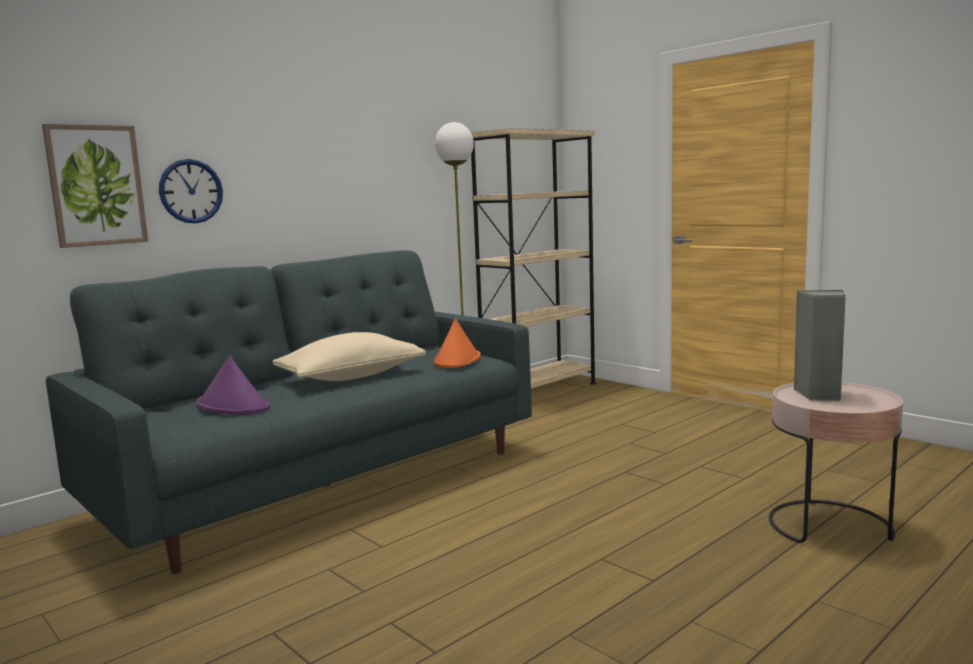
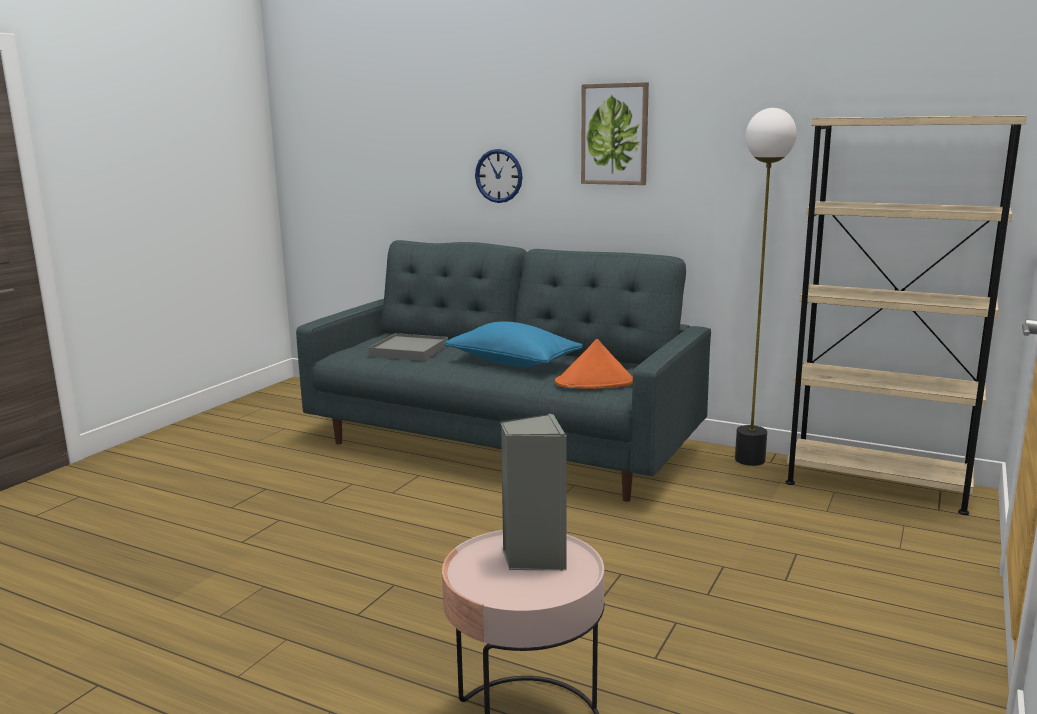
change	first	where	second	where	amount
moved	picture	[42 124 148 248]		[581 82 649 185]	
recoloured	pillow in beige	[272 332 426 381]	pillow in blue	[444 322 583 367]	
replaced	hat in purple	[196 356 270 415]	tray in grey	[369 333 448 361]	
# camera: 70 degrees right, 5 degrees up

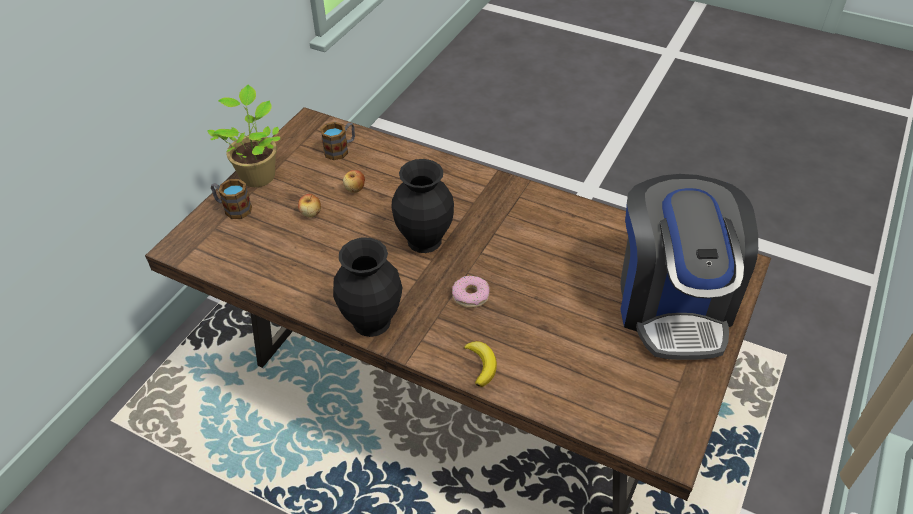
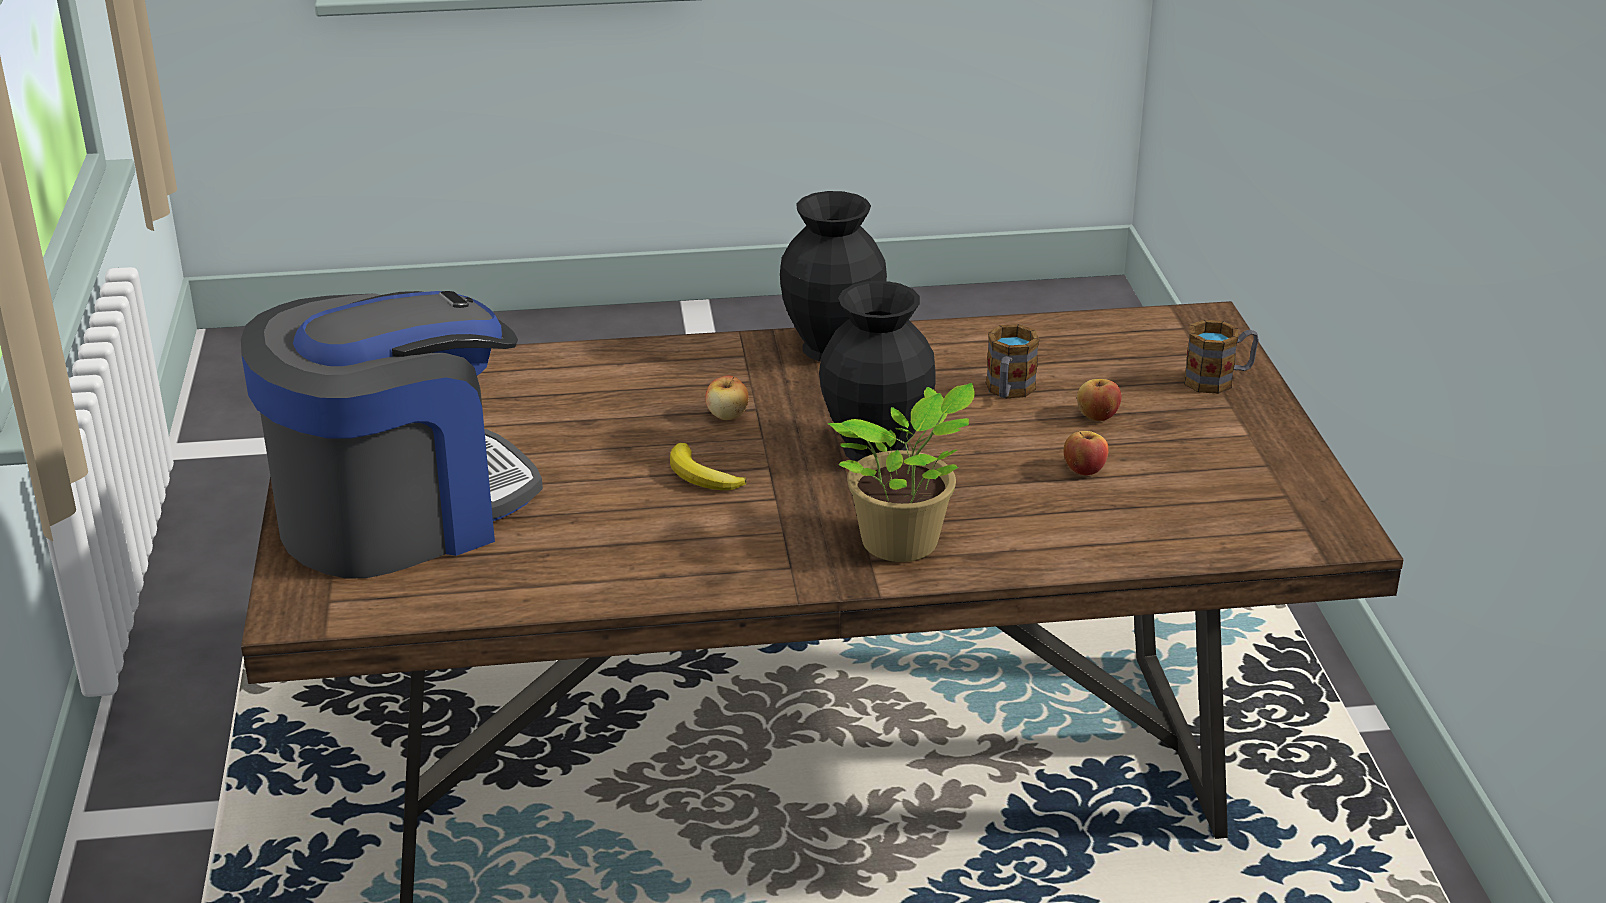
change	first	where	second	where	amount
moved	potted plant	[207 85 280 187]		[828 383 975 562]	
moved	mug	[320 122 355 160]		[986 324 1039 398]	
turned	coffee machine	[620 174 758 360]		[241 291 543 579]	90 degrees clockwise
replaced	donut	[452 276 489 308]	apple	[705 375 749 420]	
moved	banana	[464 341 497 387]		[670 443 747 490]	
# camera: 145 degrees right, 15 degrees down

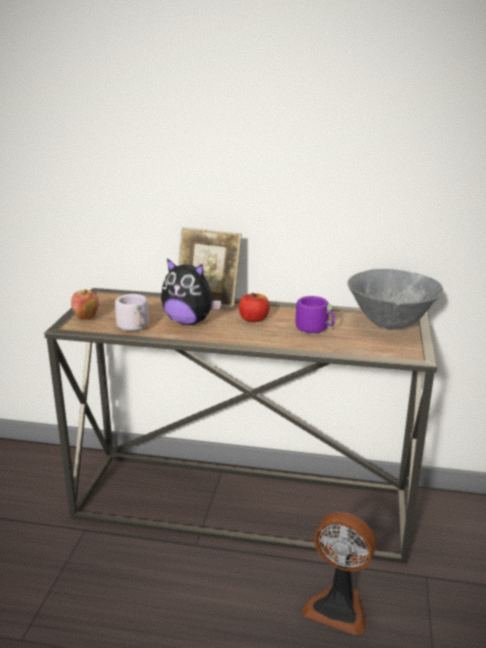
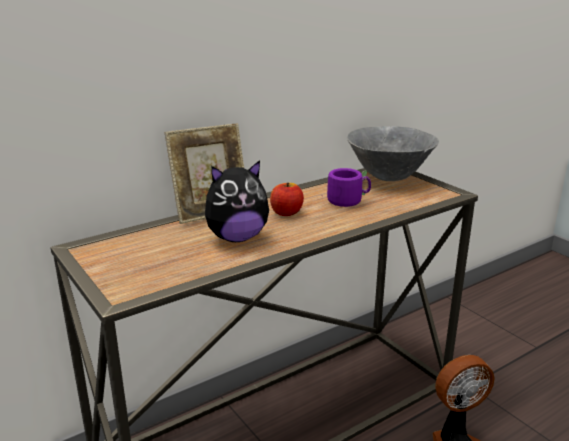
change	first	where	second	where	amount
removed	apple	[71 289 99 320]			
removed	mug in grey	[115 294 149 331]			
# camera: 45 degrees left, 0 degrees up

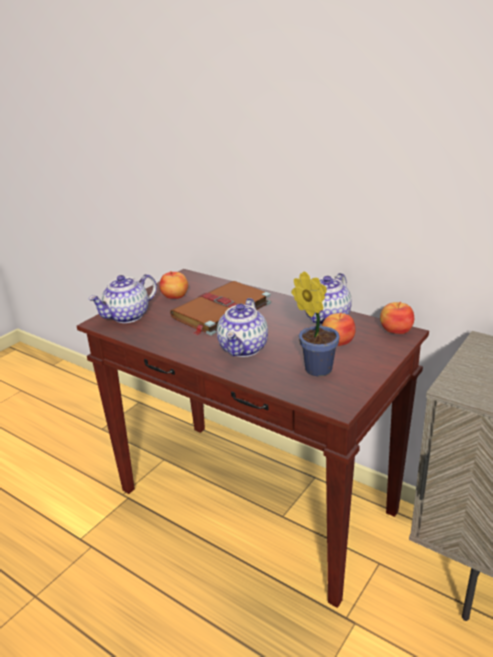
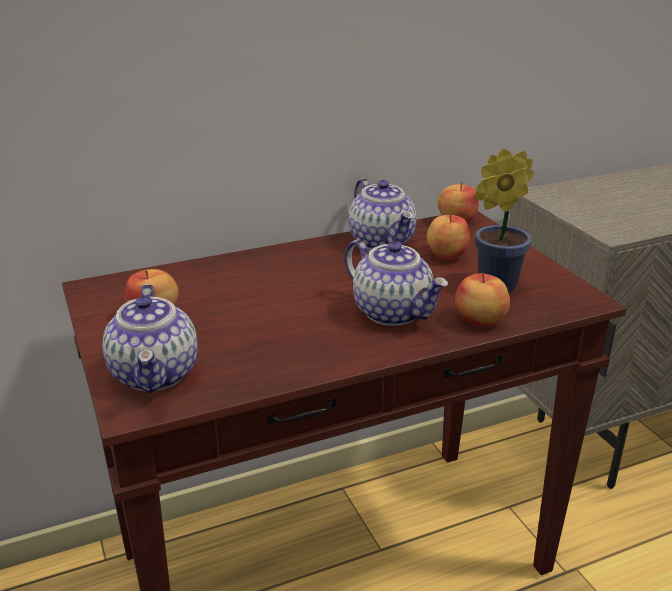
change	first	where	second	where	amount
removed	book in brown	[170 281 271 335]			
added			apple	[455 273 510 327]	
# camera: 60 degrees left, 0 degrees up

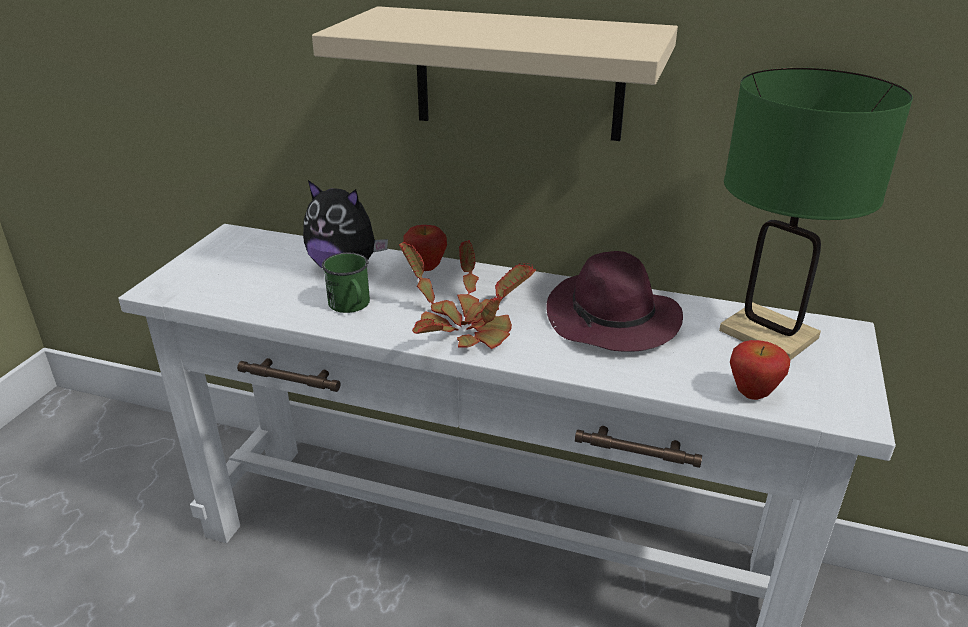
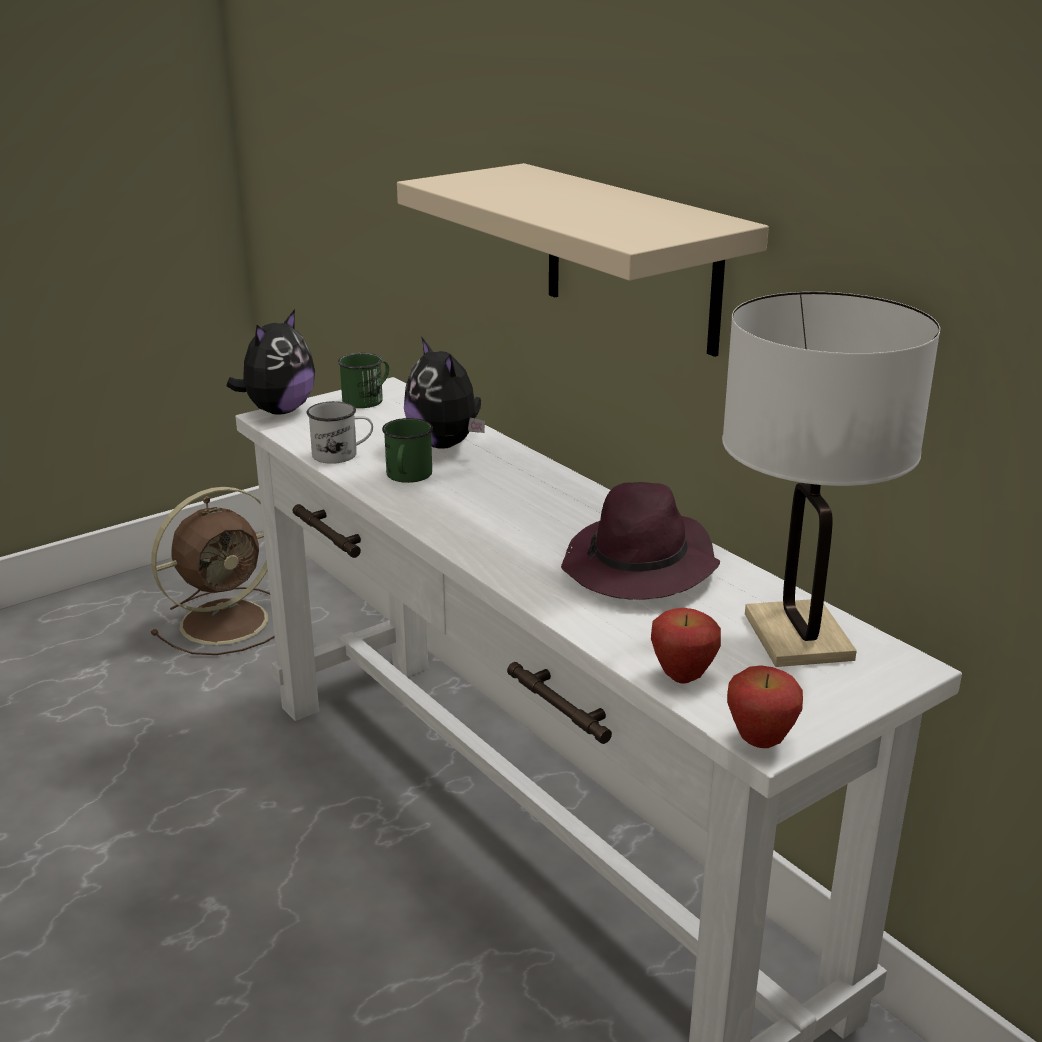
change	first	where	second	where	amount
recoloured	table lamp in green	[719 67 913 360]	table lamp in white	[722 292 940 667]	
moved	apple	[404 225 447 271]		[727 665 803 748]	
removed	potted plant	[399 240 536 349]			
added			plush toy	[226 309 315 415]	
added			mug in green	[338 353 389 408]	
added			mug in white	[307 401 373 464]	
added			fan in brown	[151 487 275 655]	
# camera: 35 degrees right, 5 degrees down

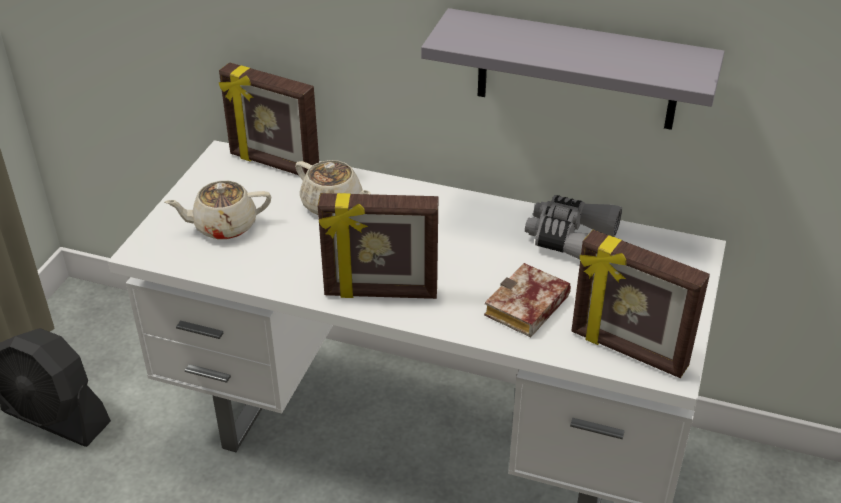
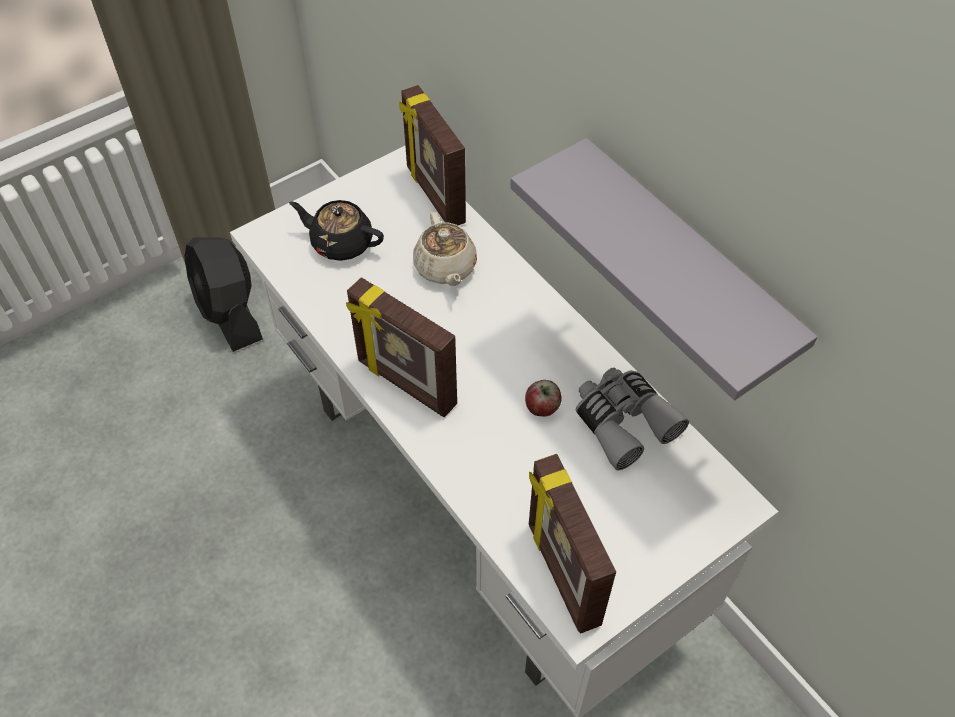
change	first	where	second	where	amount
recoloured	teapot in beige	[165 181 272 240]	teapot in black	[289 200 384 261]	
removed	book	[484 263 571 337]			
added			apple	[525 380 562 416]	
# camera: 35 degrees right, 15 degrees up

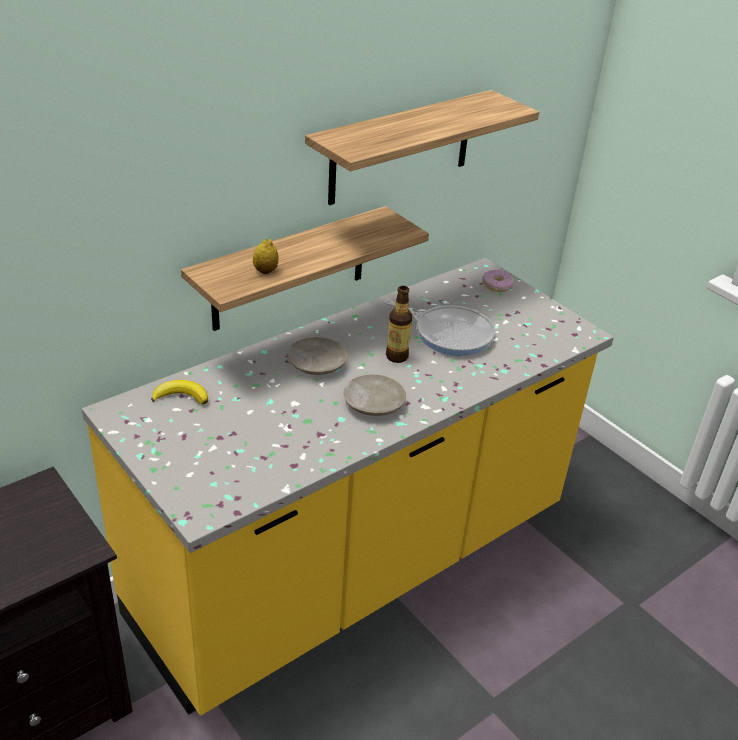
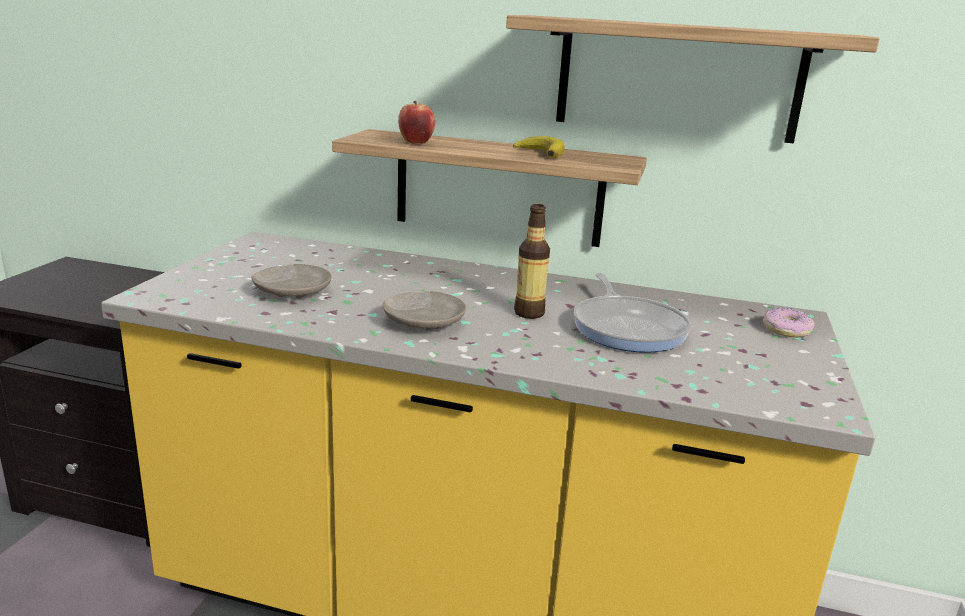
change	first	where	second	where	amount
replaced	lemon	[253 239 279 274]	apple	[398 101 435 144]	
moved	plate in beige	[287 337 348 375]		[252 264 332 298]	
moved	banana	[151 380 208 405]		[513 136 565 158]	
# camera: 55 degrees right, 15 degrees down

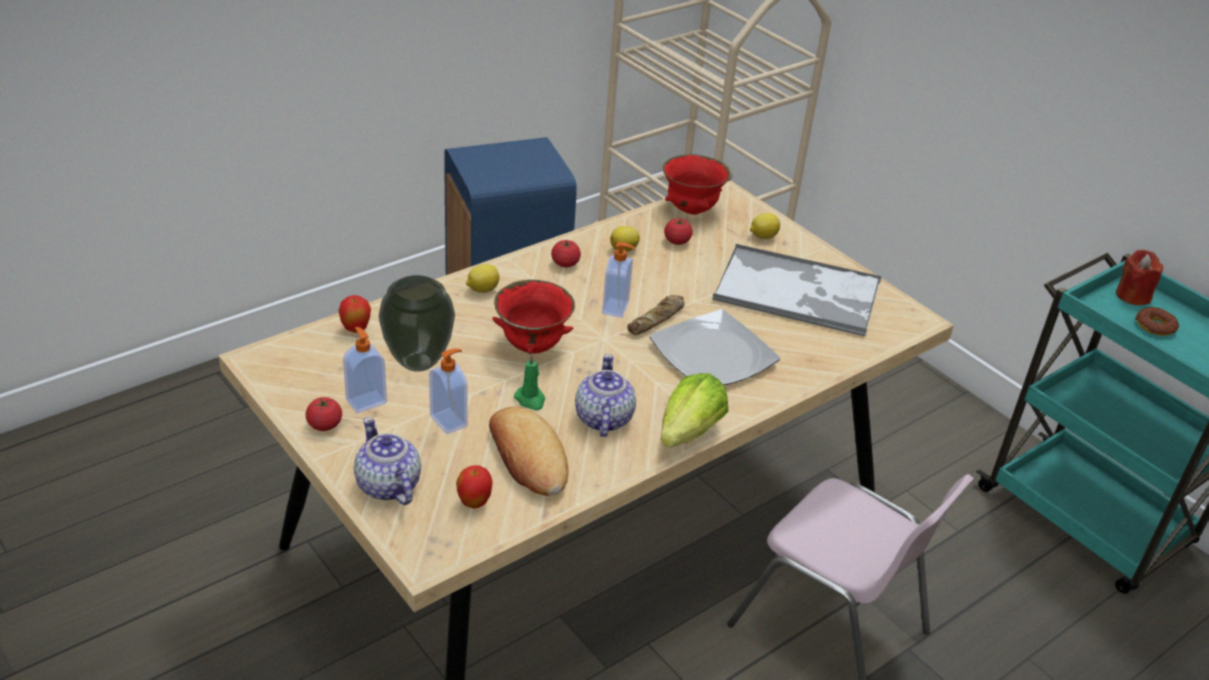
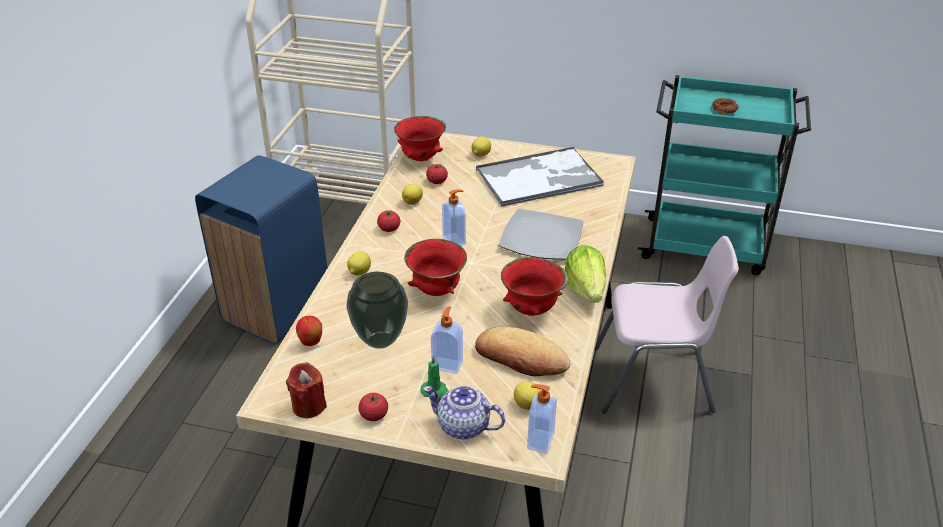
change	first	where	second	where	amount
moved	candle in red	[1116 250 1163 305]		[286 362 327 418]	
removed	bread	[627 295 685 335]			
moved	soap dispenser	[343 327 387 413]		[527 384 557 454]	
moved	candle in green	[514 354 545 410]		[420 355 448 398]	
replaced	teapot	[575 354 636 437]	bowl in red	[501 257 568 316]	
replaced	apple	[456 465 493 508]	lemon	[514 381 540 410]	
# camera: 35 degrees left, 0 degrees up

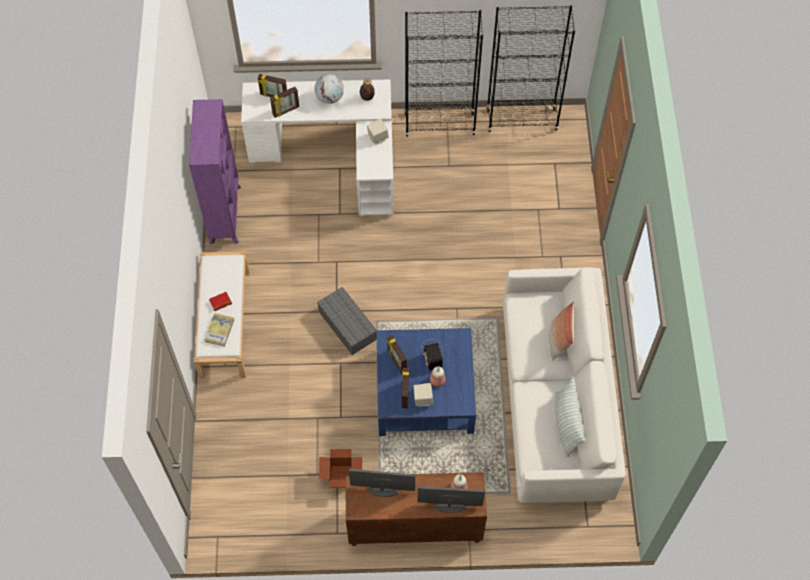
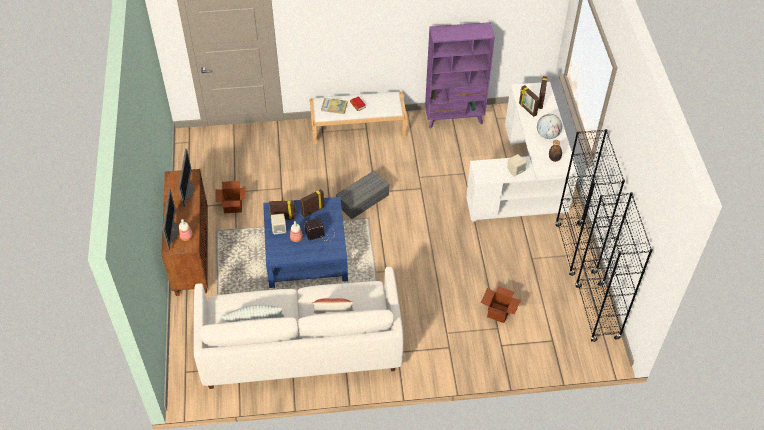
change	first	where	second	where	amount
added			cardboard box	[481 286 521 323]	
# camera: 85 degrees right, 10 degrees down

